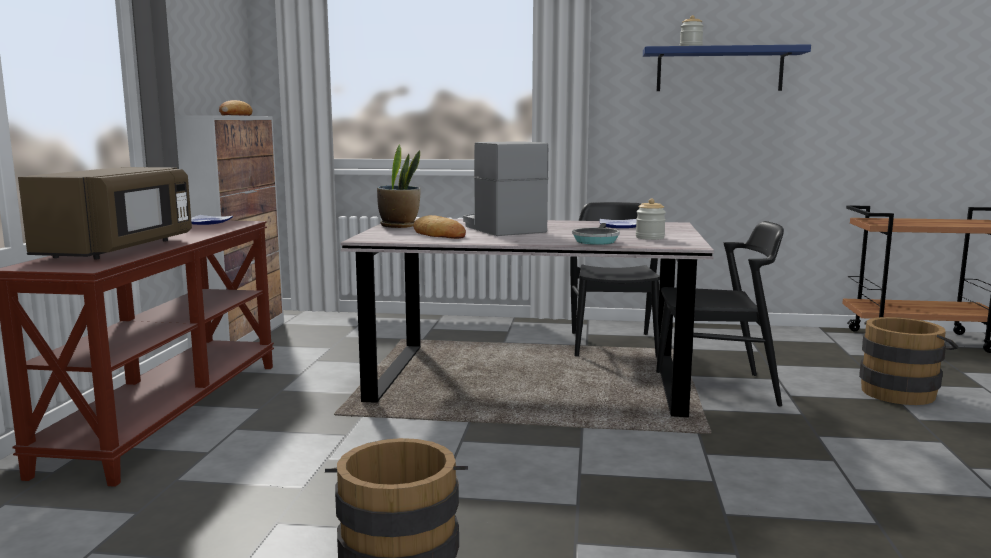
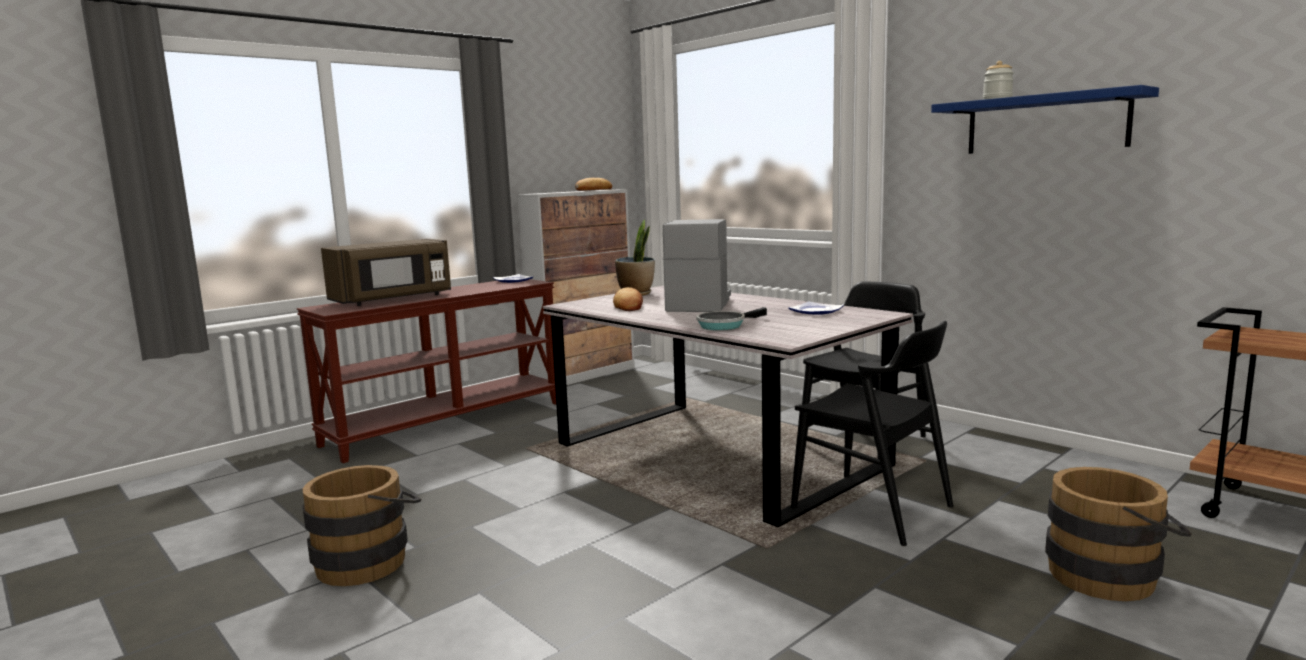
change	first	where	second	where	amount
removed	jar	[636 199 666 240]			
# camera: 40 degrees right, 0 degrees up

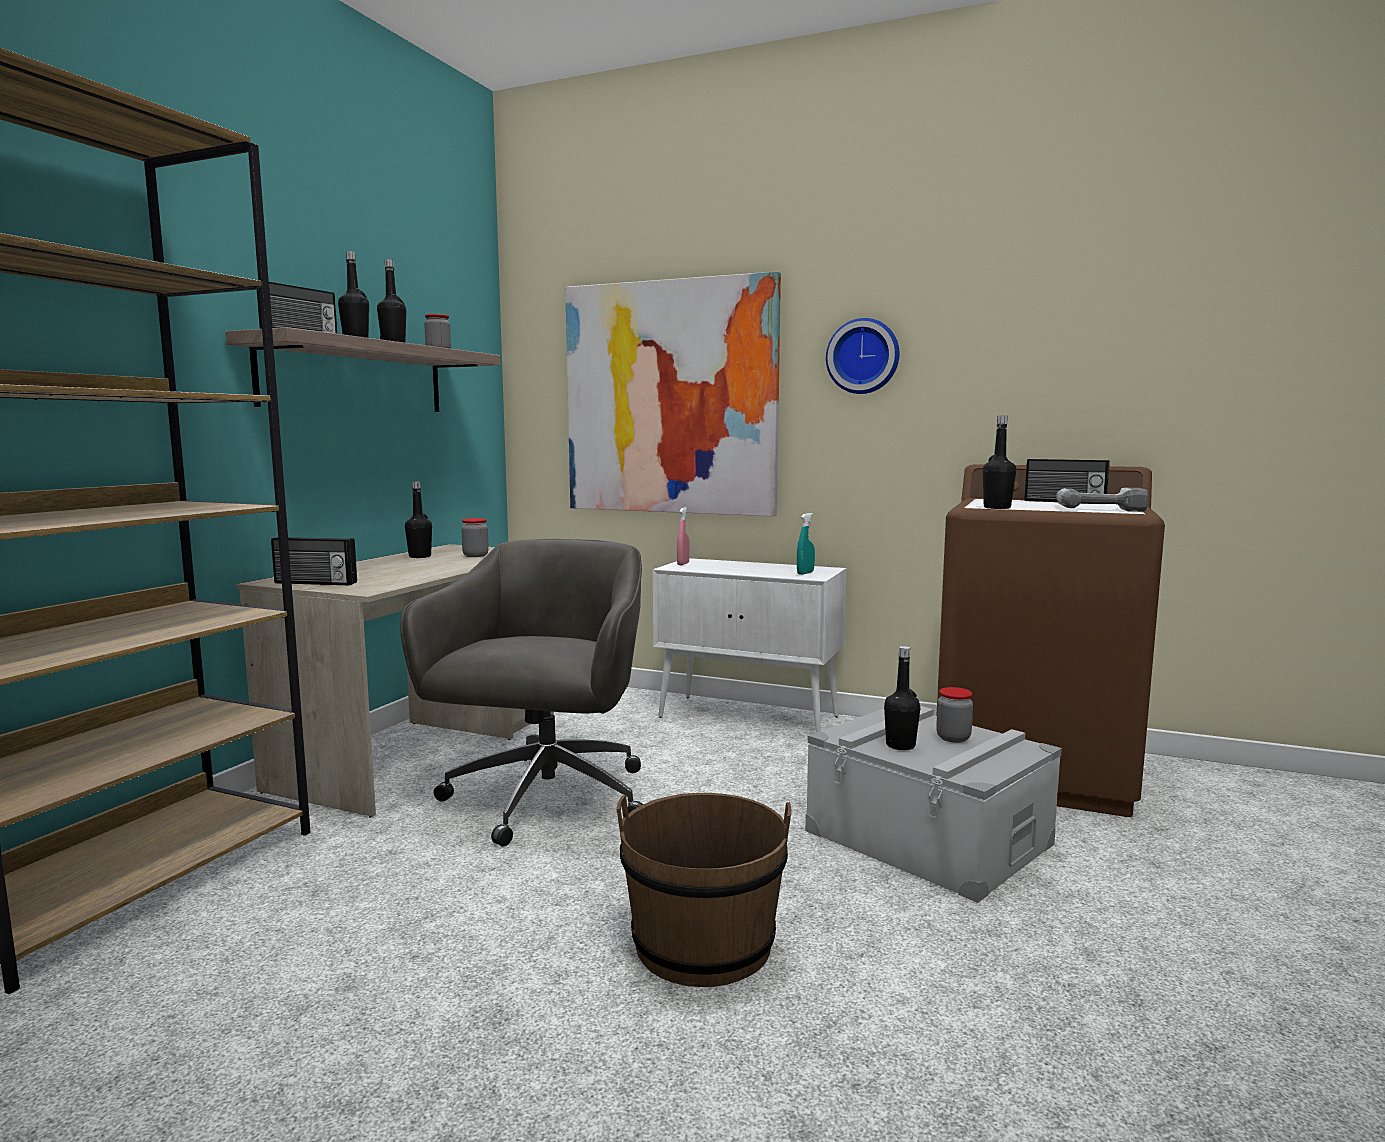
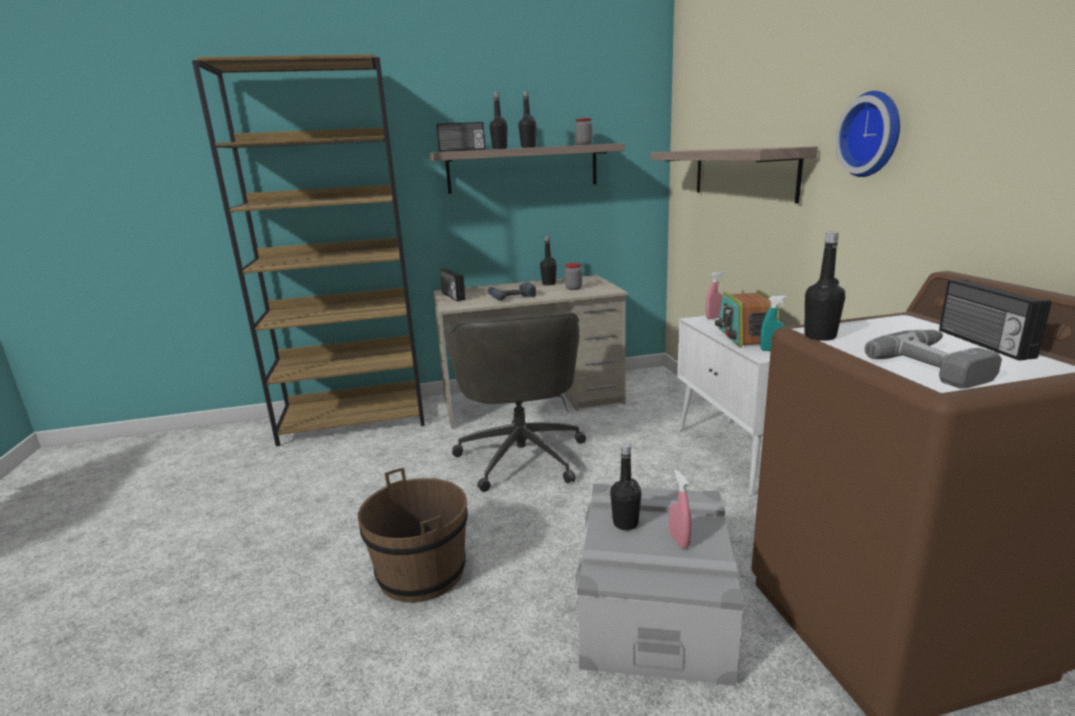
change	first	where	second	where	amount
replaced	picture	[565 271 781 516]	shelf	[650 147 818 204]	
turned	office chair in grey	[400 539 643 847]		[443 311 586 492]	105 degrees clockwise
replaced	jar	[936 687 973 743]	spray bottle in pink	[669 470 691 549]	
added			power drill	[488 283 536 301]	
added			radio	[715 290 779 348]	
# camera: 55 degrees right, 10 degrees up

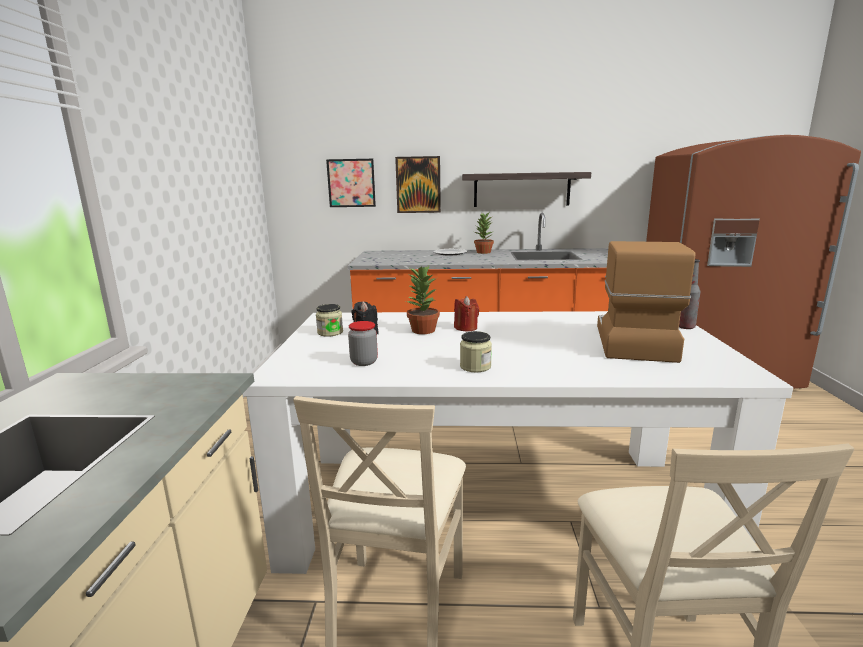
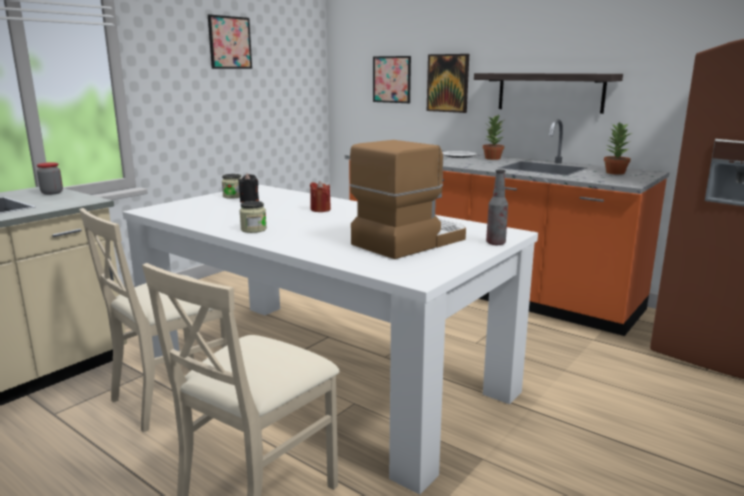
change	first	where	second	where	amount
moved	potted plant	[406 266 440 334]		[604 122 632 175]	
moved	jar	[348 321 378 366]		[37 162 63 195]	
added			picture	[208 14 252 69]	
# camera: 35 degrees right, 0 degrees up

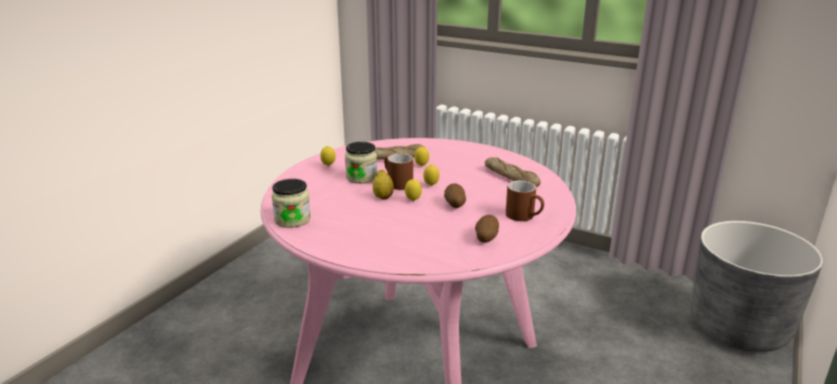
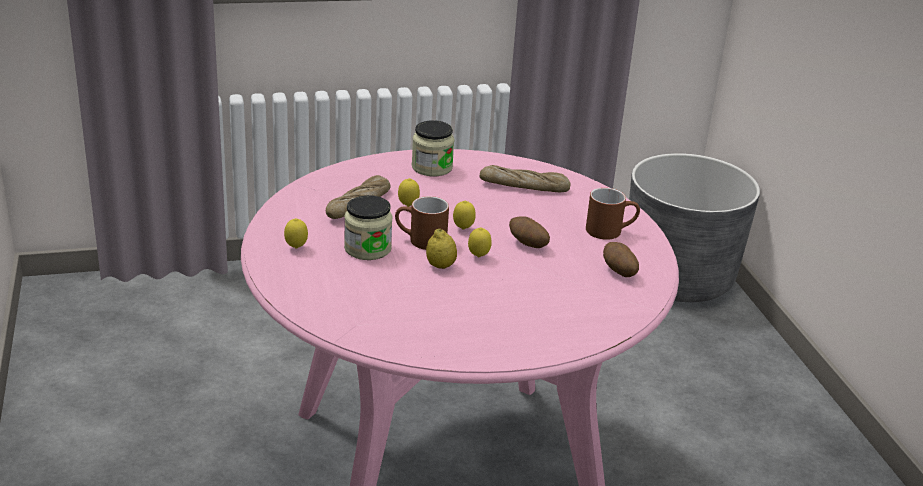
change	first	where	second	where	amount
moved	jar	[271 179 311 228]		[412 120 455 176]	
# camera: 45 degrees left, 5 degrees up

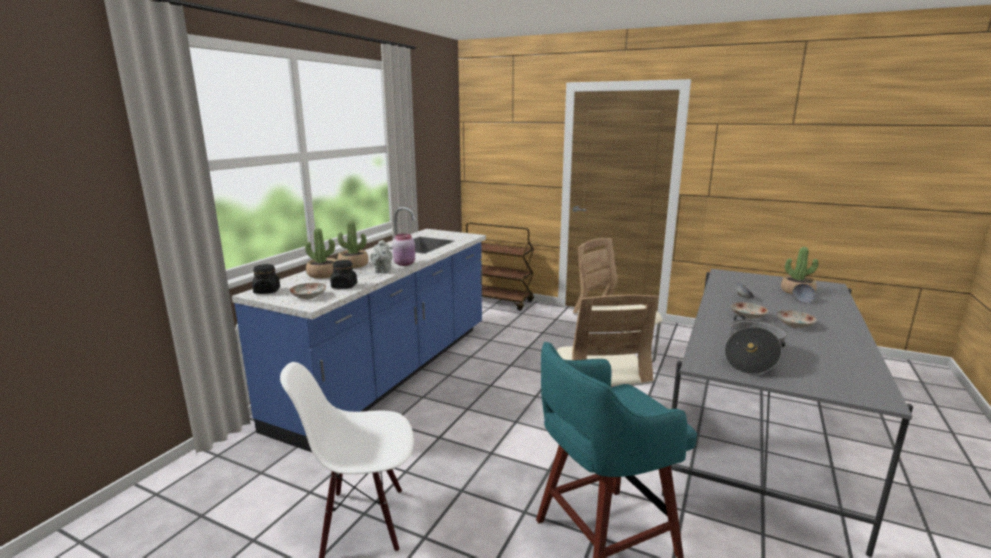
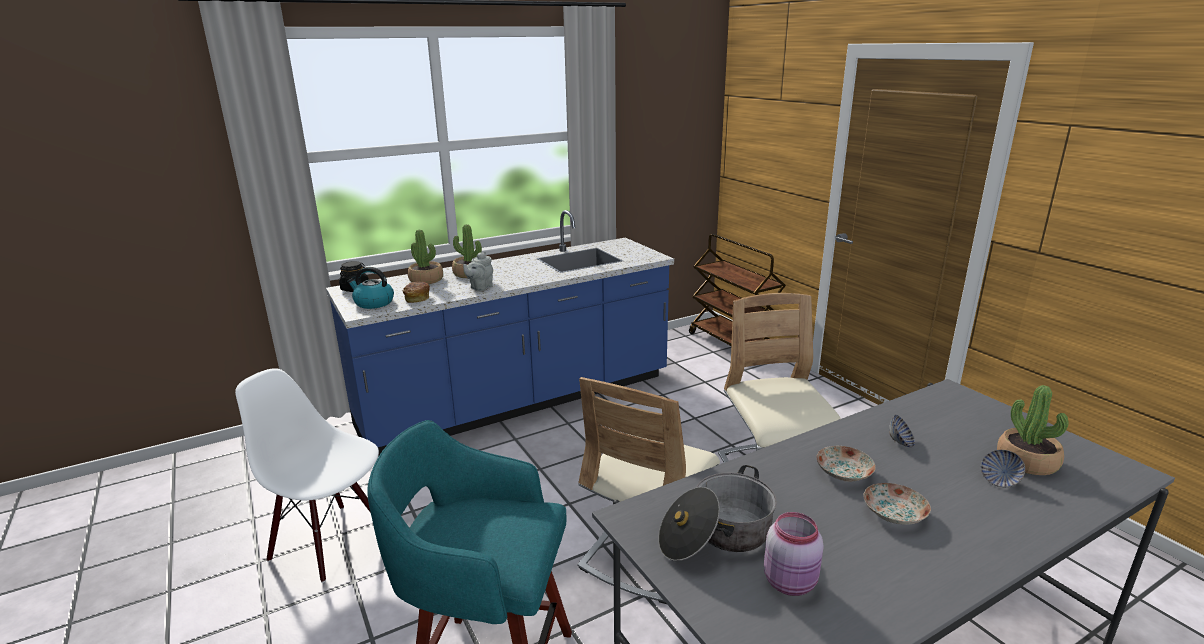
change	first	where	second	where	amount
moved	jar in pink	[392 234 415 266]		[764 512 824 596]	
replaced	jar in black	[330 260 357 289]	bread	[403 282 430 303]	
replaced	plate	[289 283 326 299]	kettle	[347 267 394 309]	
# camera: 35 degrees right, 5 degrees up

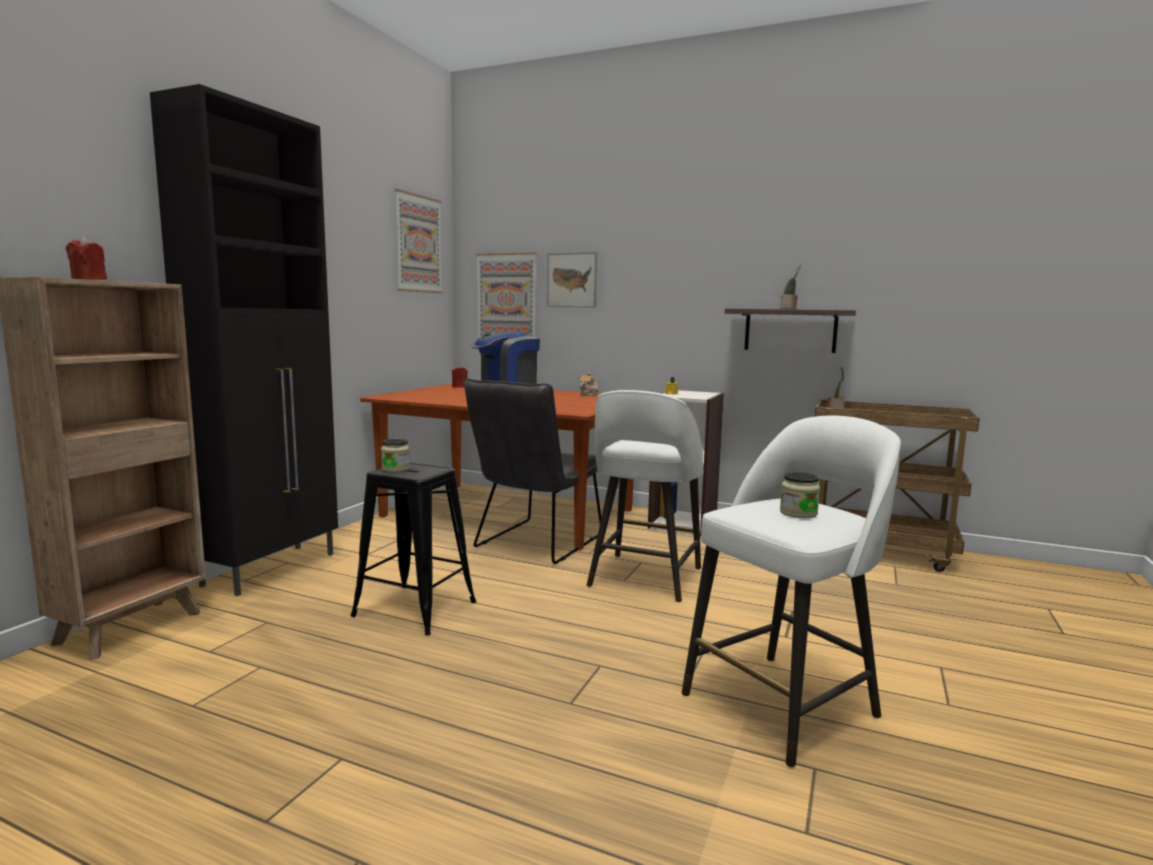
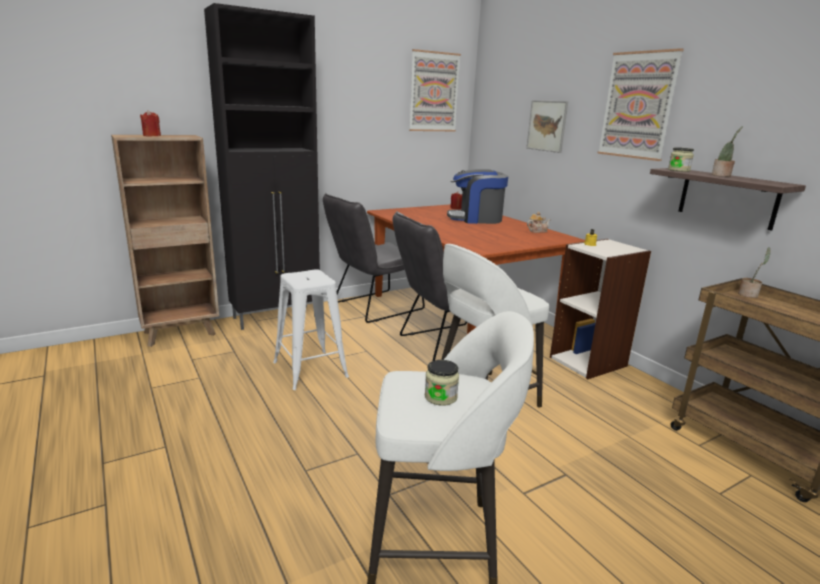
change	first	where	second	where	amount
moved	picture	[476 252 537 338]		[597 48 684 161]	
moved	jar	[381 439 410 472]		[668 147 694 172]	
recoloured	stool in black	[350 462 476 635]	stool in white	[273 269 349 390]	
added			chair in grey	[323 193 425 323]	
# camera: 35 degrees right, 10 degrees up

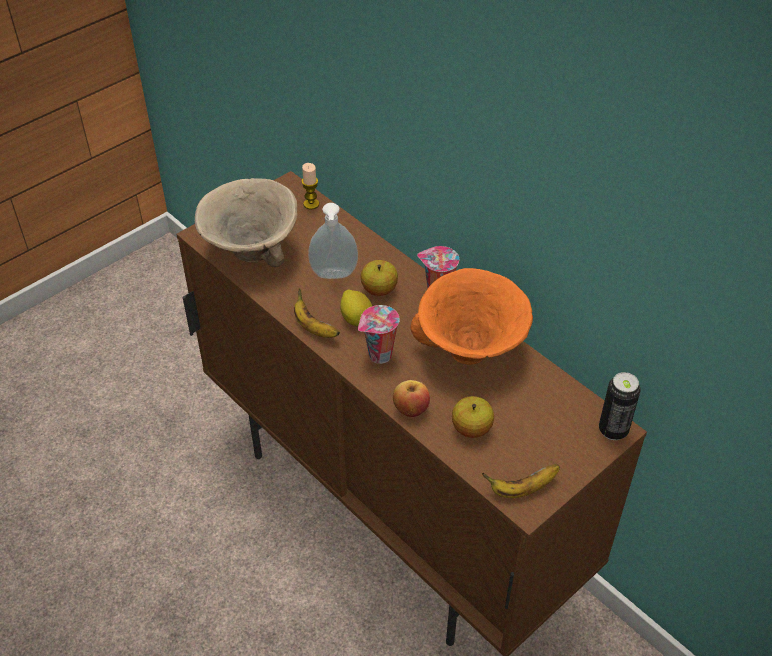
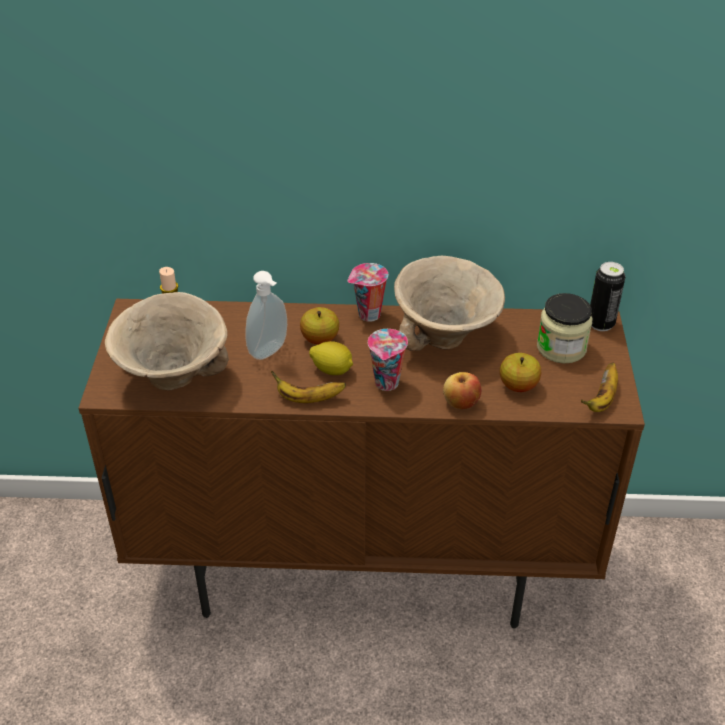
change	first	where	second	where	amount
recoloured	bowl in orange	[410 268 533 365]	bowl in beige	[394 256 505 351]	
added			jar	[537 293 592 364]	
# camera: 45 degrees left, 5 degrees down

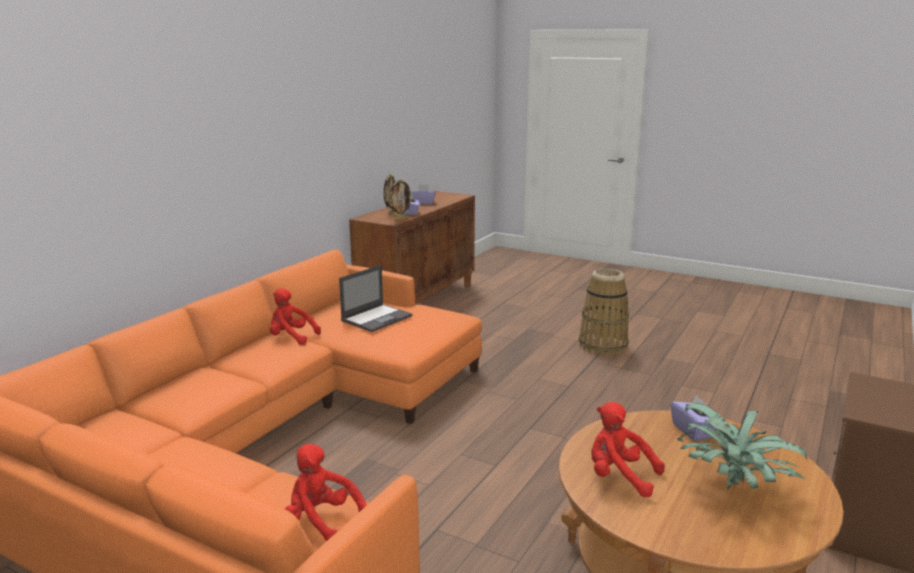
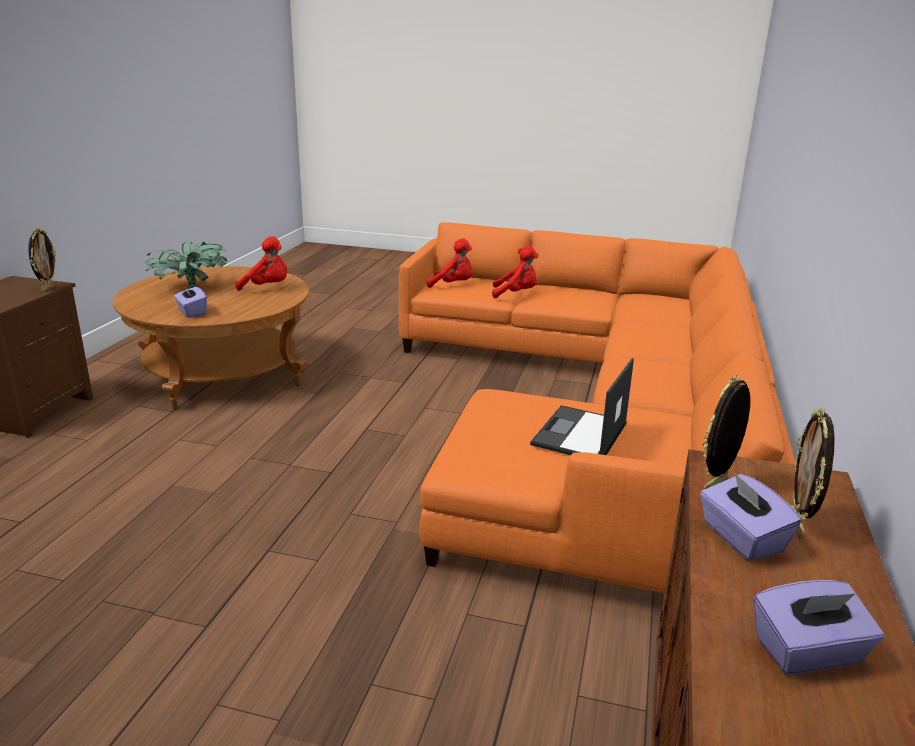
change	first	where	second	where	amount
removed	basket	[579 268 629 356]			
moved	plush toy in red	[270 288 321 345]		[492 246 539 298]	
added			picture frame	[28 227 56 292]	
# camera: 165 degrees right, 5 degrees up

